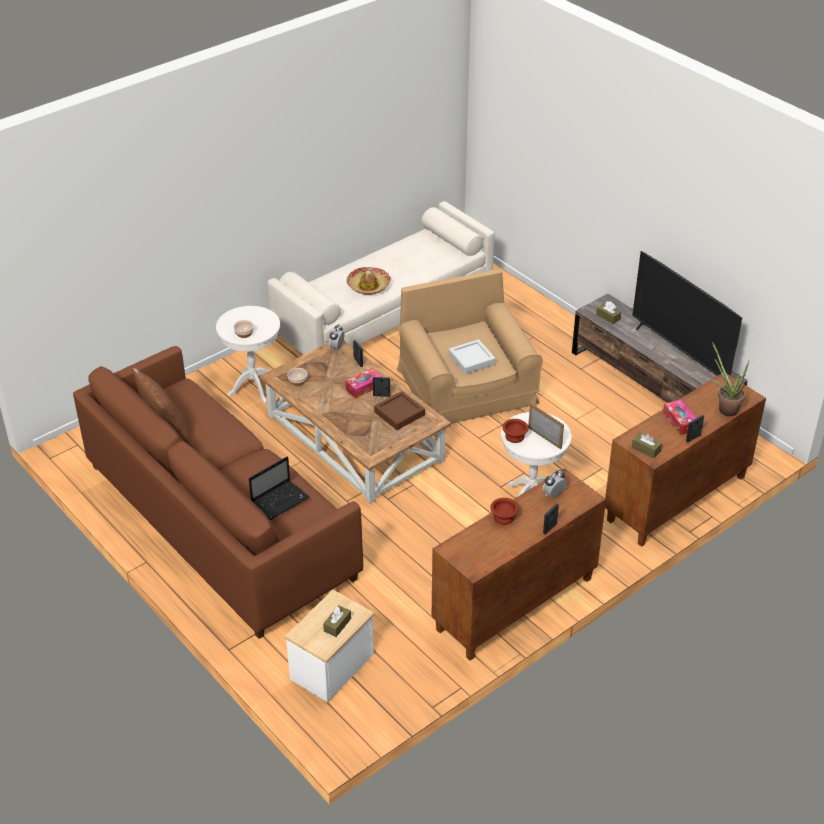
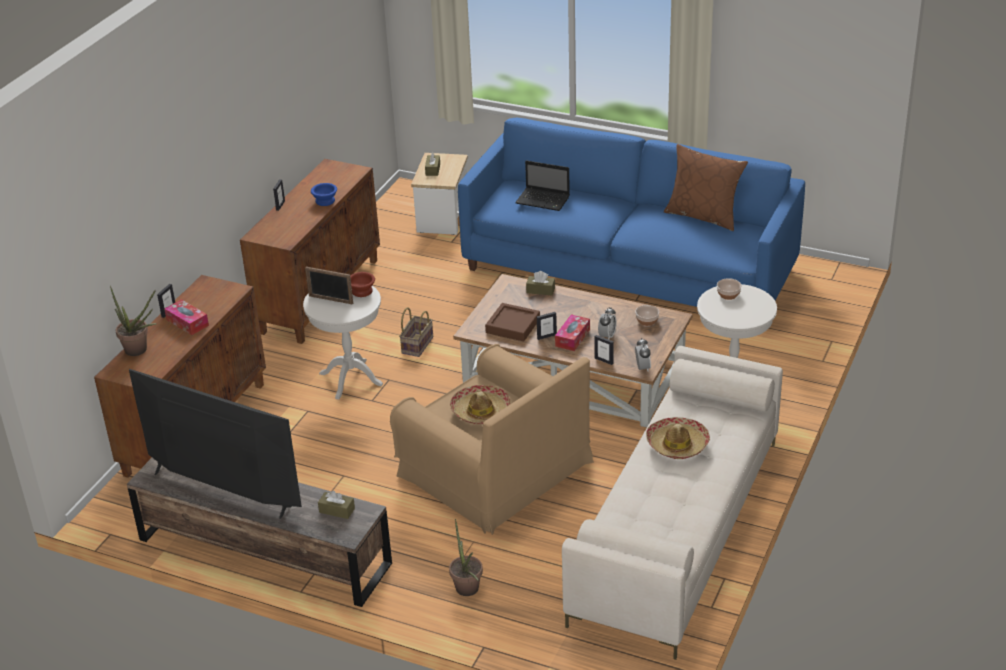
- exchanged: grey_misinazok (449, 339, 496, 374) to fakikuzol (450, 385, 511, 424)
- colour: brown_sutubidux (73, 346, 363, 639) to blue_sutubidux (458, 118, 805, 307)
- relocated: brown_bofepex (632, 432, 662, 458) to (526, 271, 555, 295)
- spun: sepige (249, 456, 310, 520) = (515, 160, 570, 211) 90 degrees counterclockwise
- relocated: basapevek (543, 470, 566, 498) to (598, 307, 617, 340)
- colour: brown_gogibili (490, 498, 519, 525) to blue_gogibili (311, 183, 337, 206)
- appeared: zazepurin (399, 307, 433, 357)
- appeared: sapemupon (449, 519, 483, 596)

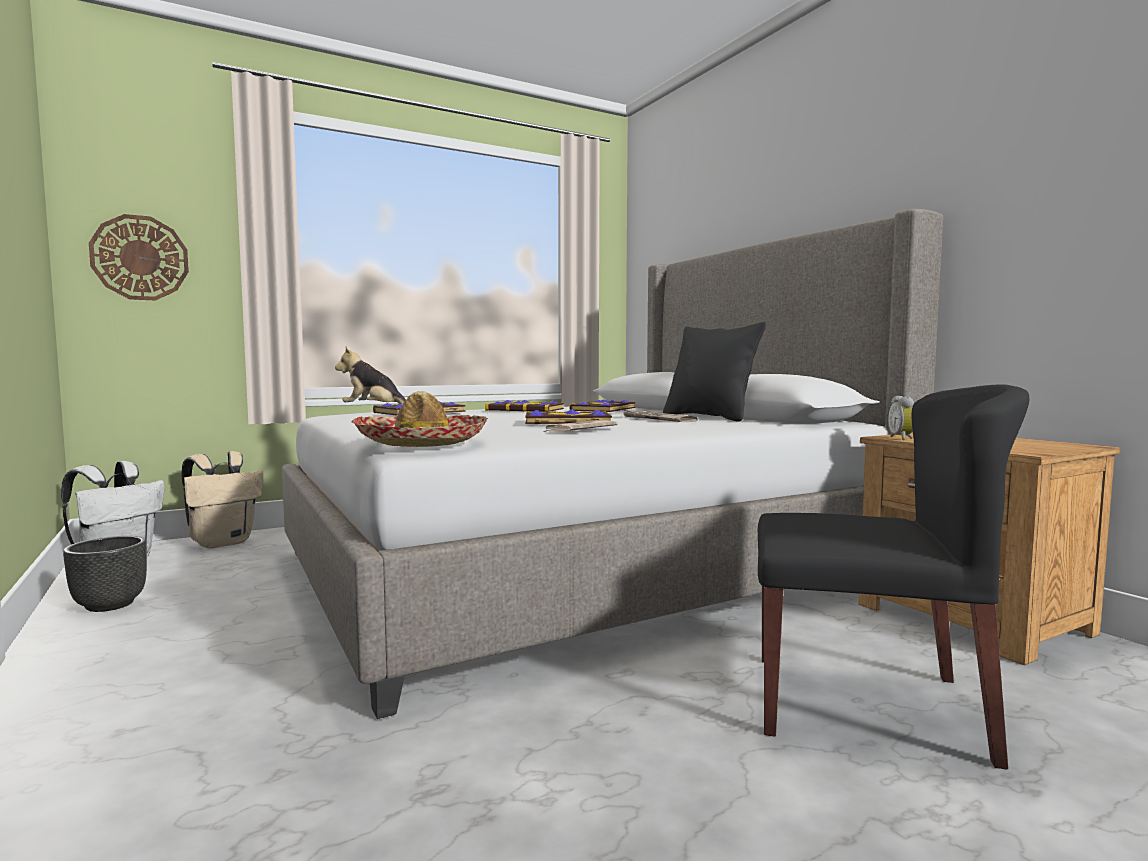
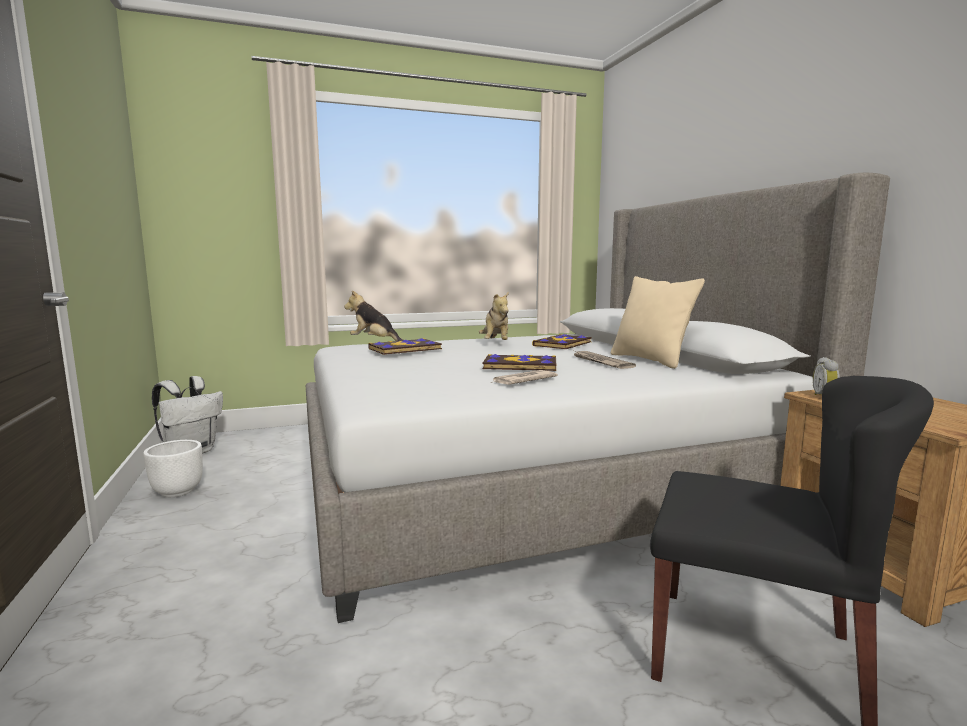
- missing: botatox (89, 214, 189, 300)
- colour: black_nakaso (663, 322, 766, 422) to beige_nakaso (611, 276, 705, 369)
- missing: fakikuzol (352, 391, 488, 447)
- exchanged: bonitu (485, 400, 564, 412) to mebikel (479, 292, 509, 340)
- missing: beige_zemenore (182, 451, 263, 549)
- colour: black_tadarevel (63, 536, 147, 612) to white_tadarevel (143, 440, 203, 497)

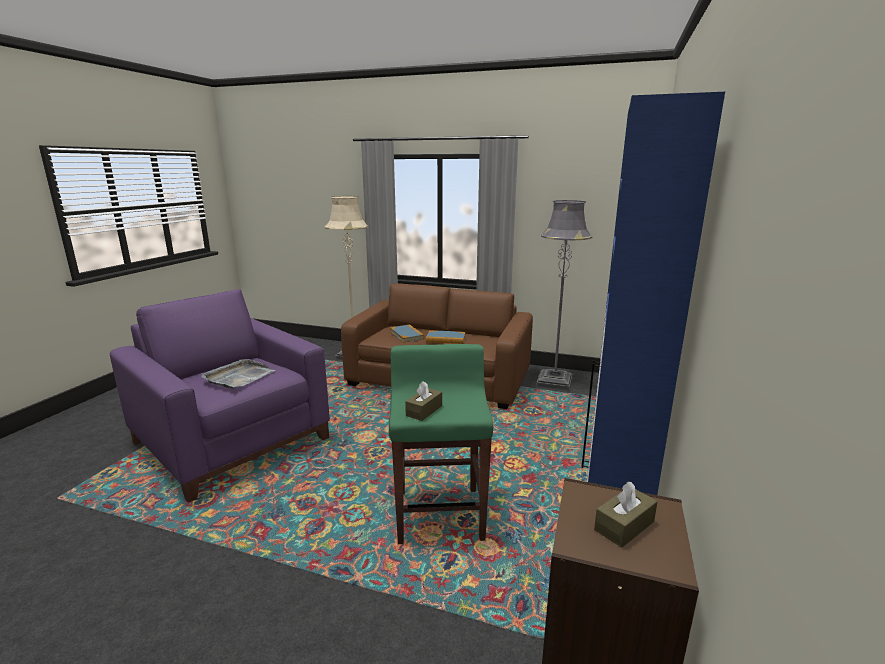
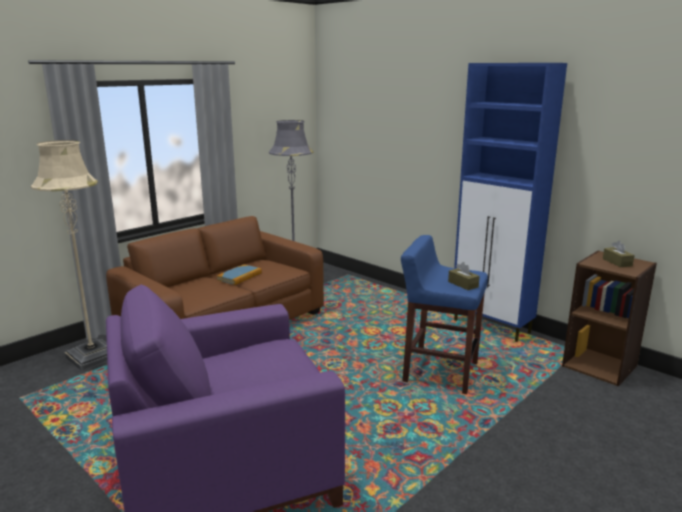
- missing: bonitu (390, 325, 424, 343)
- colour: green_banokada (389, 344, 493, 544) to blue_banokada (401, 235, 488, 394)
- missing: grey_misinazok (201, 359, 275, 389)

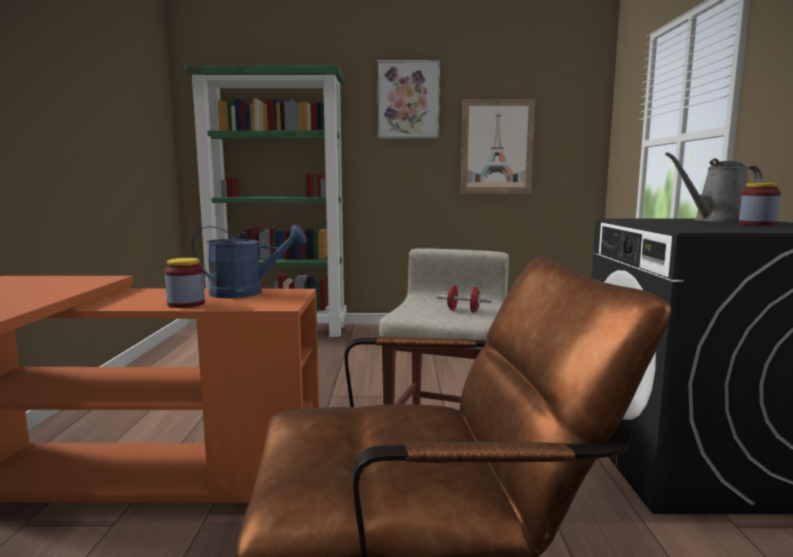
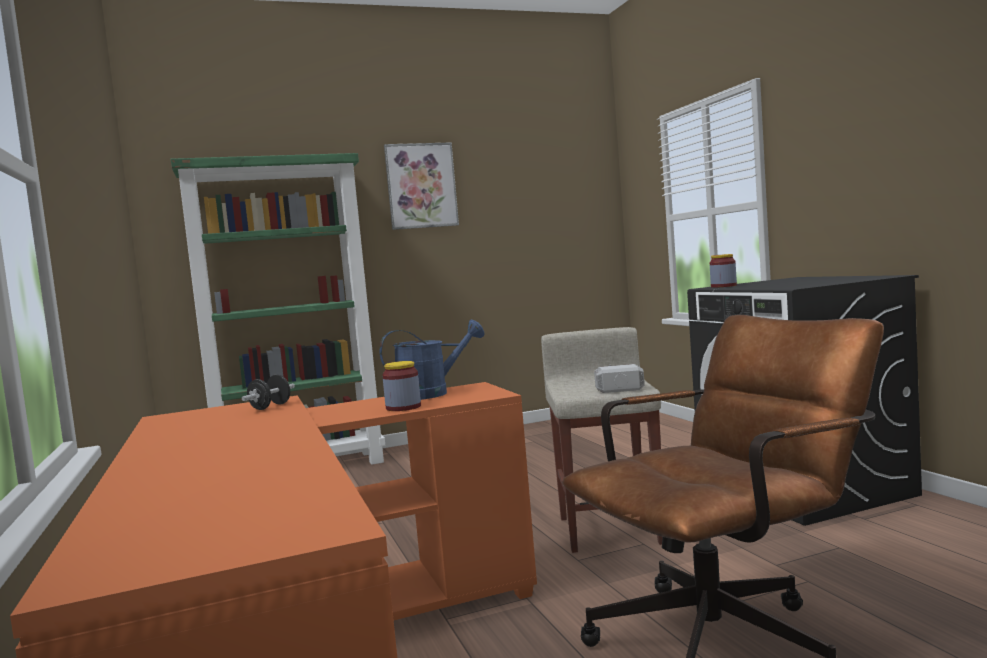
- missing: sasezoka (461, 99, 535, 193)
- missing: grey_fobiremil (665, 152, 762, 222)
- relocated: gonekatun (739, 183, 781, 226) to (710, 254, 737, 288)
- exchanged: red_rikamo (436, 285, 492, 313) to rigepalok (594, 364, 645, 393)
- appeared: black_rikamo (242, 375, 295, 410)

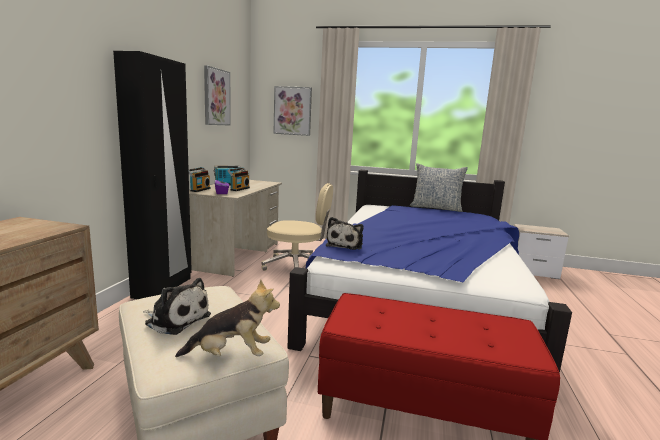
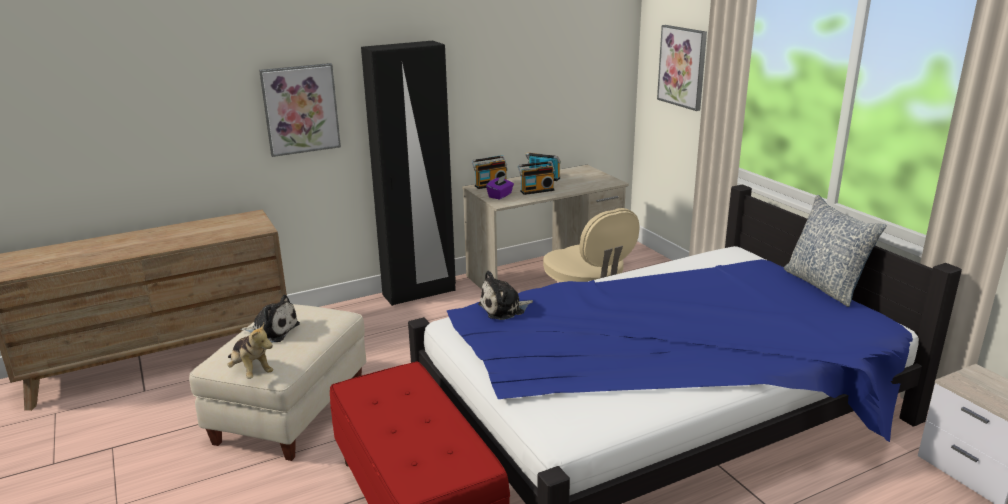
- relocated: sasezoka (204, 65, 231, 126) to (259, 63, 341, 157)
- spun: mebikel (143, 278, 211, 335) = (240, 295, 300, 342) 60 degrees counterclockwise

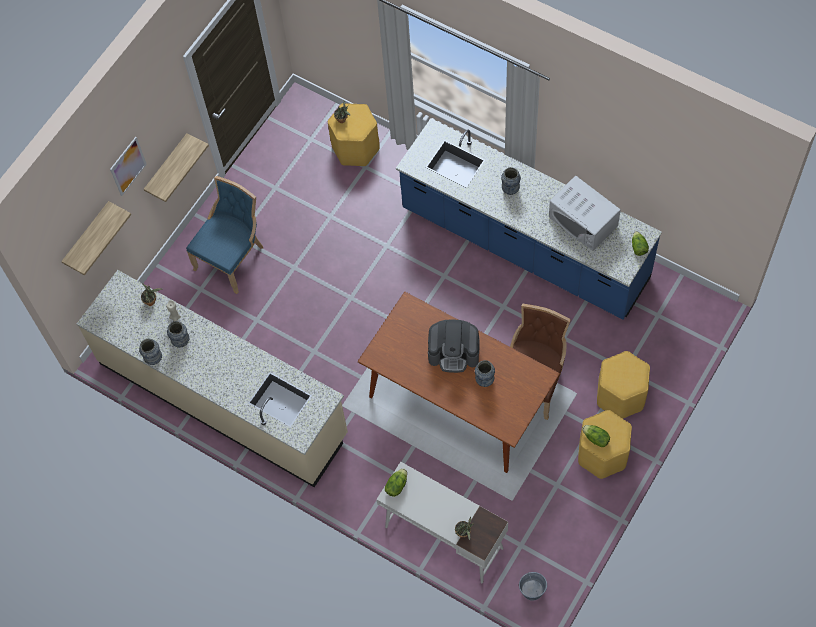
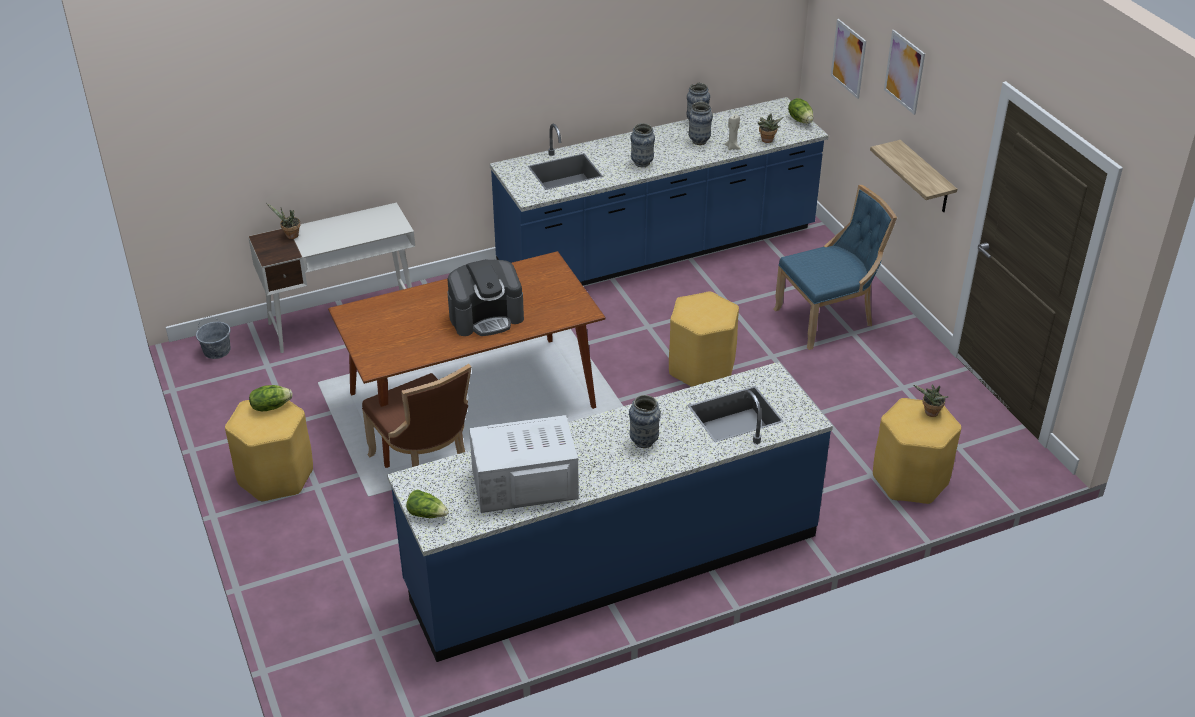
- spun: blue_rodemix (186, 176, 263, 294) = (774, 185, 897, 350) 90 degrees counterclockwise
- exchanged: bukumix (61, 201, 131, 275) to sasezoka (831, 19, 866, 99)
- colour: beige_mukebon (77, 270, 348, 487) to blue_mukebon (490, 97, 829, 286)
- spun: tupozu (428, 319, 479, 373) = (447, 259, 524, 336) 150 degrees counterclockwise
- relocated: yellow_banokada (597, 351, 650, 419) to (669, 292, 739, 387)
- relocated: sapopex (475, 360, 495, 387) to (630, 123, 655, 167)
- relocated: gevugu (385, 468, 407, 497) to (788, 98, 814, 124)

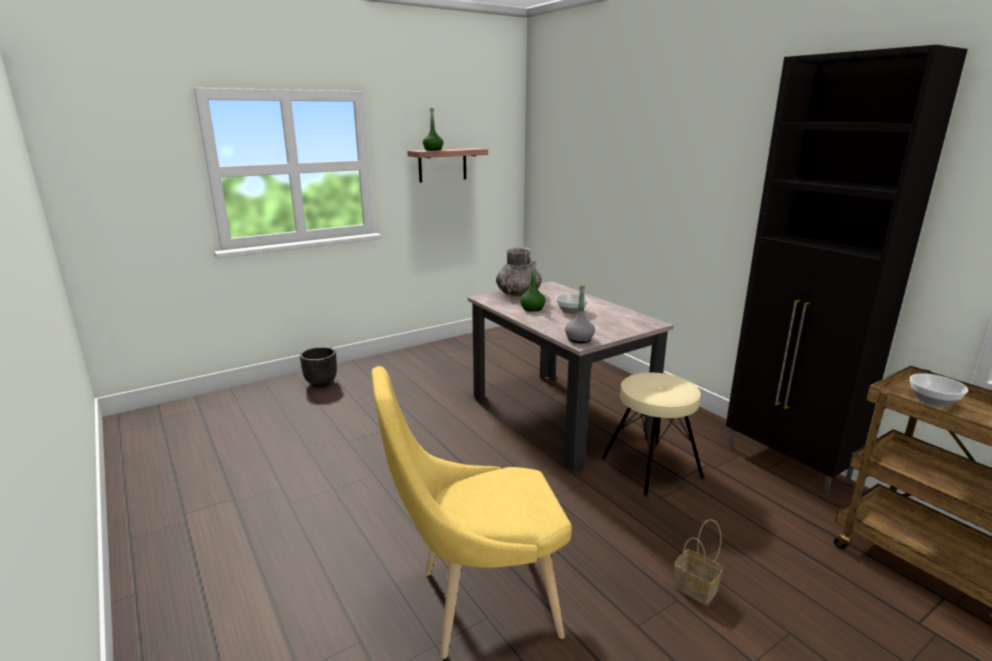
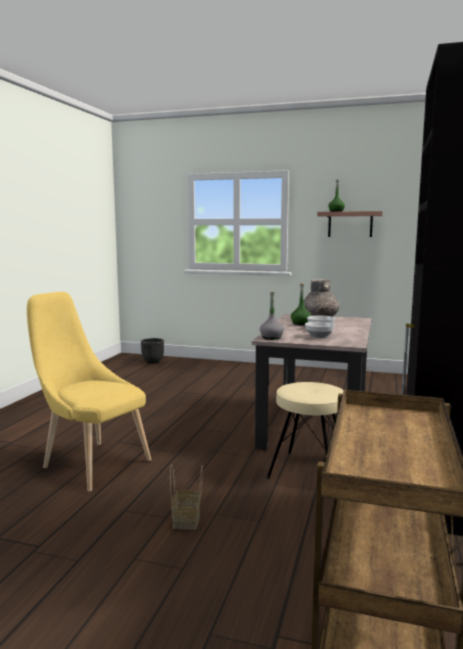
- relocated: black_tadarevel (300, 347, 337, 387) to (141, 338, 164, 364)
- relocated: gogibili (910, 373, 968, 407) to (305, 322, 335, 338)

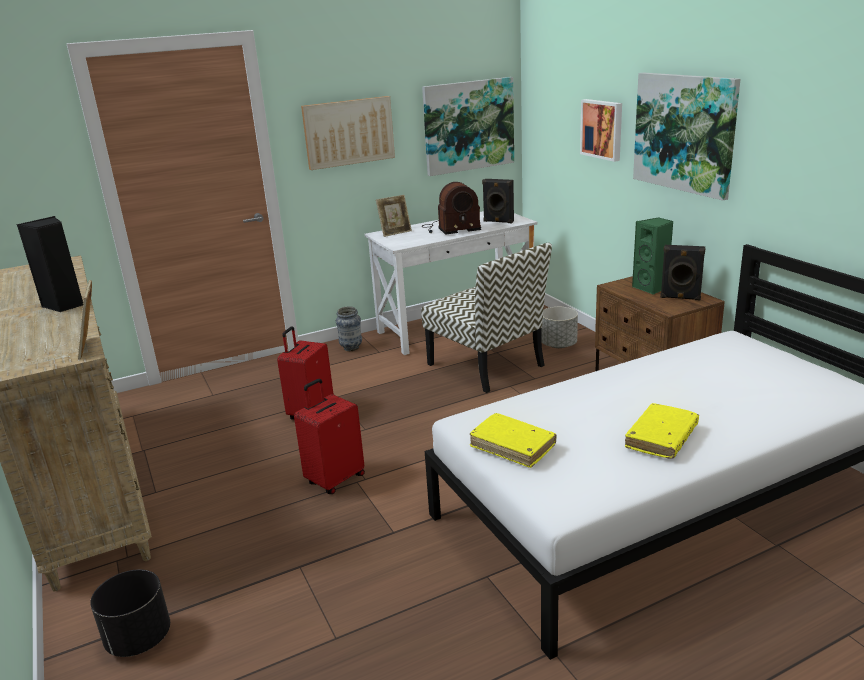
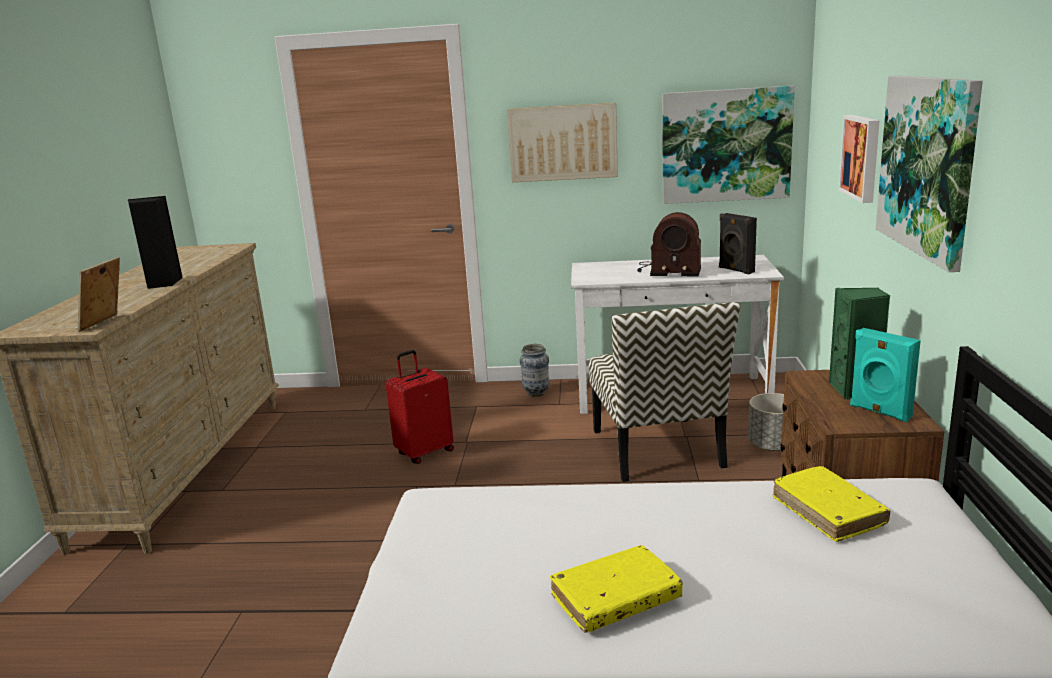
- missing: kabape (376, 195, 412, 237)
- colour: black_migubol (660, 245, 706, 301) to turquoise_migubol (850, 328, 921, 422)
- missing: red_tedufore (294, 379, 365, 494)
- relocated: yellow_bonitu (470, 413, 557, 468) to (773, 466, 890, 542)
- missing: black_tadarevel (90, 569, 170, 657)

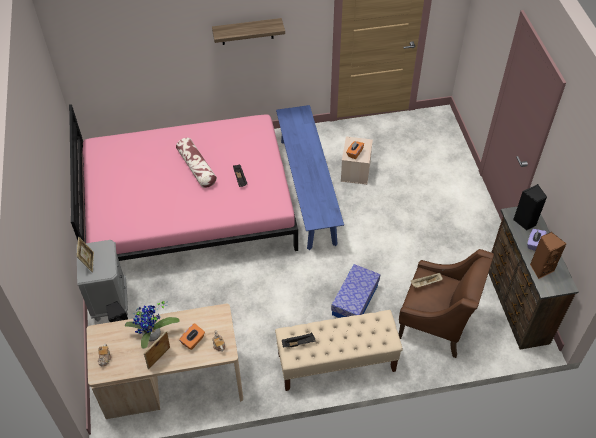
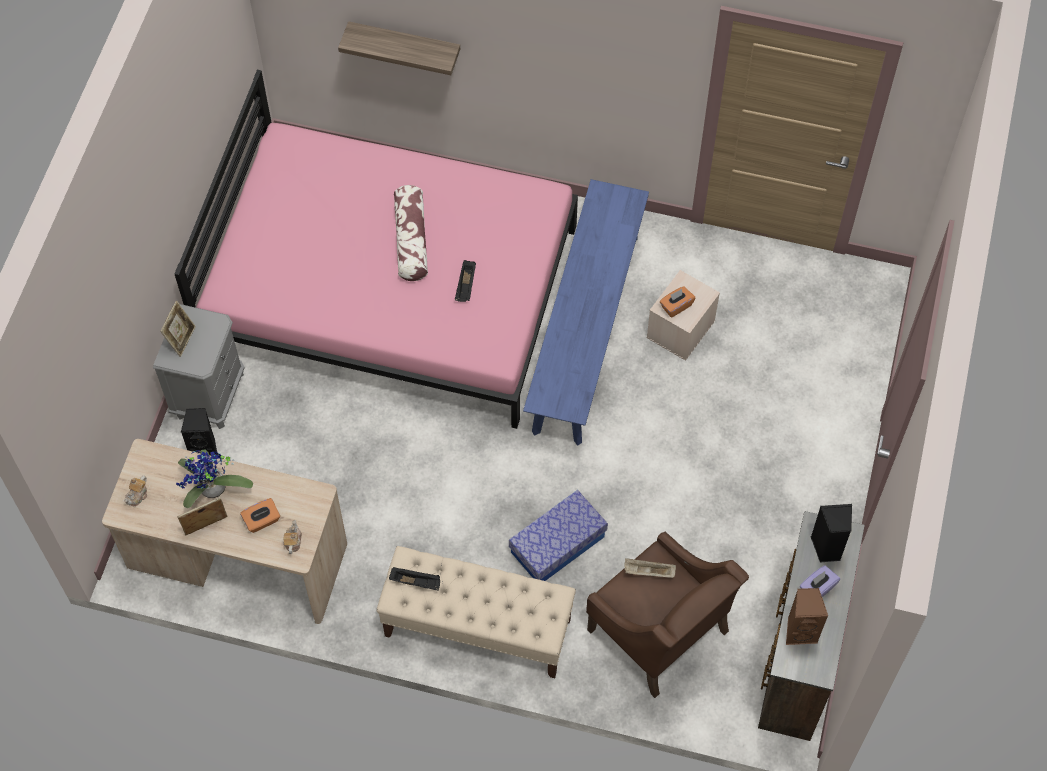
- relocated: bukumix (212, 18, 285, 45) to (338, 21, 460, 75)

